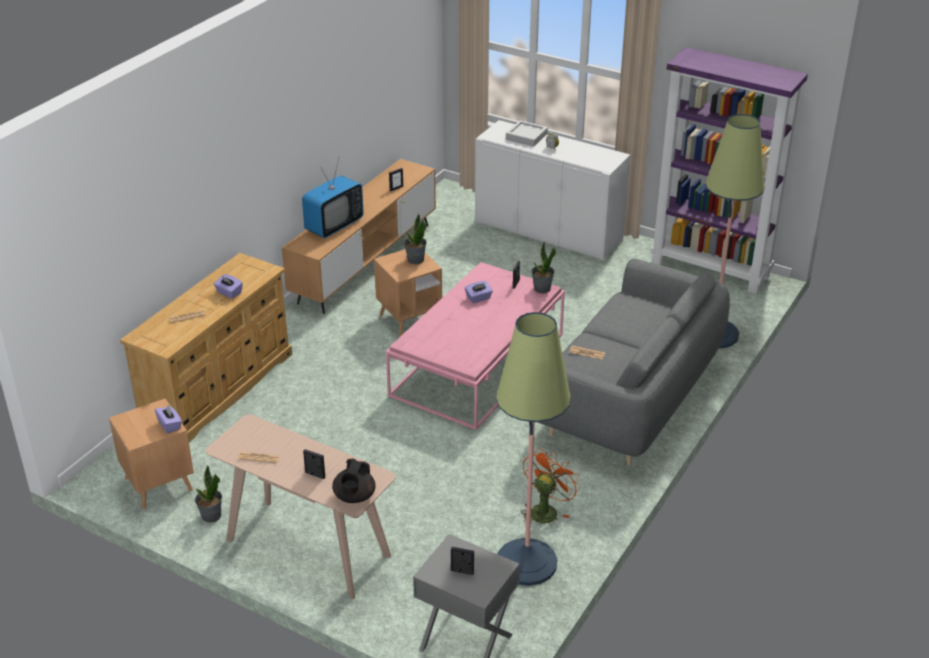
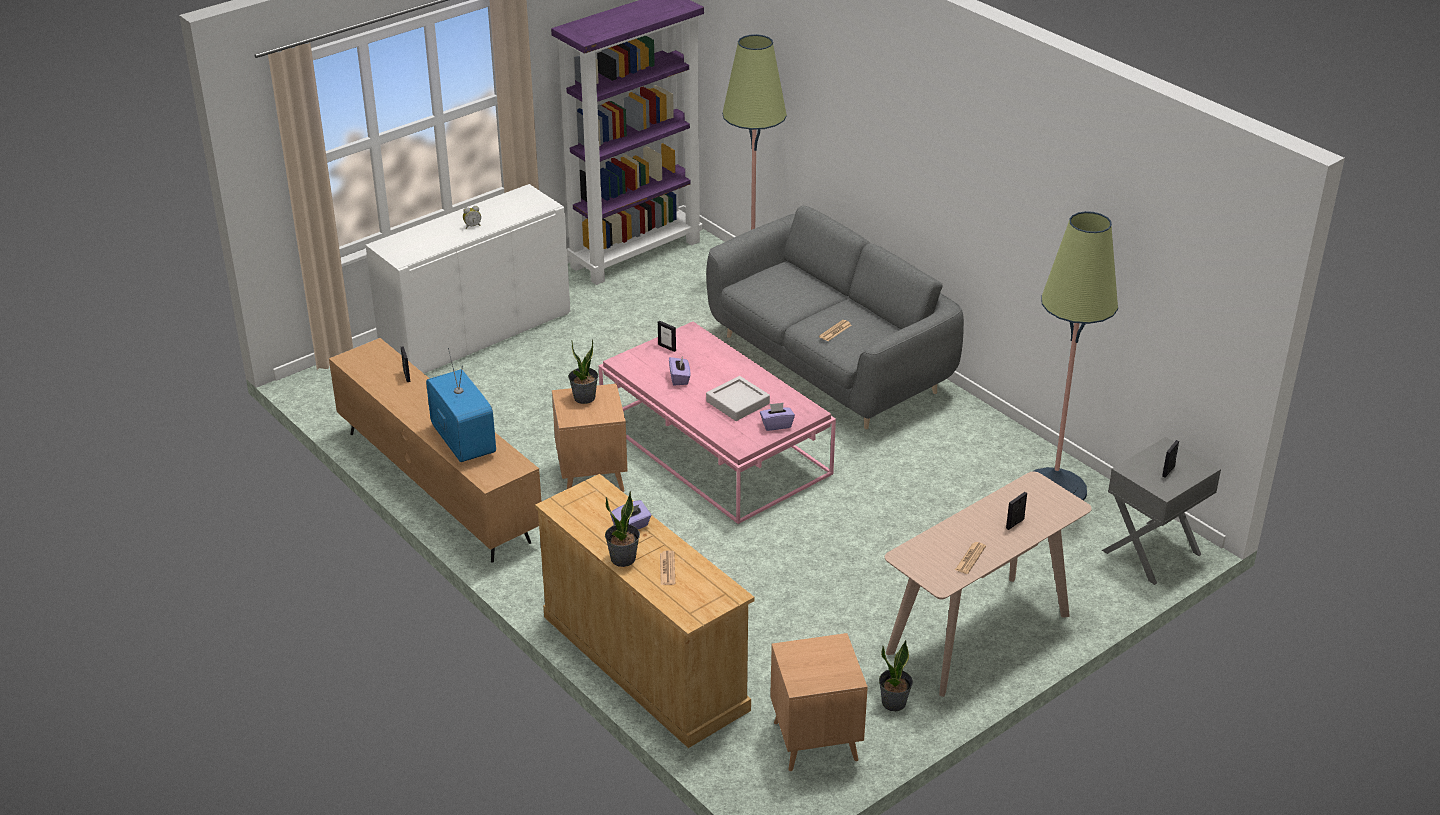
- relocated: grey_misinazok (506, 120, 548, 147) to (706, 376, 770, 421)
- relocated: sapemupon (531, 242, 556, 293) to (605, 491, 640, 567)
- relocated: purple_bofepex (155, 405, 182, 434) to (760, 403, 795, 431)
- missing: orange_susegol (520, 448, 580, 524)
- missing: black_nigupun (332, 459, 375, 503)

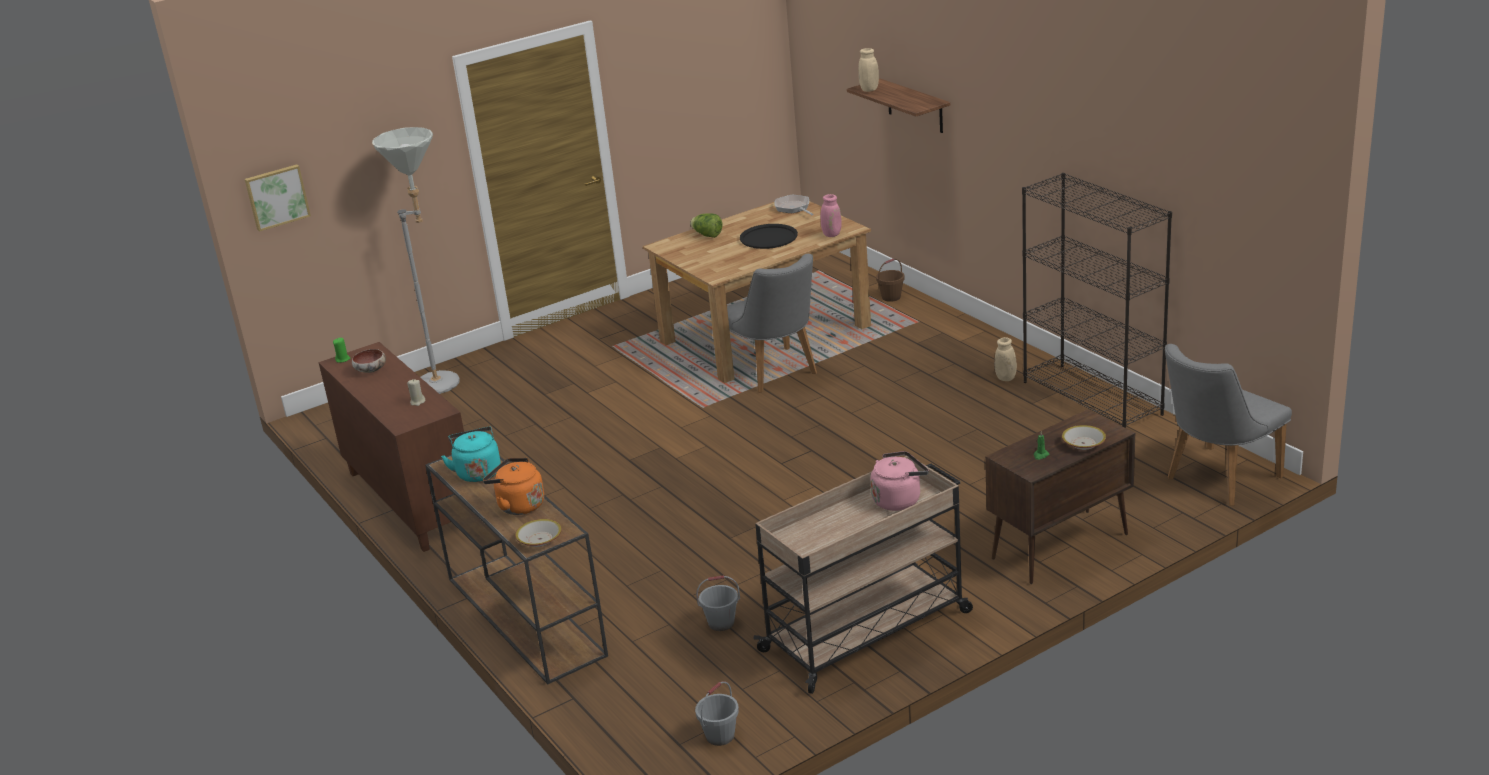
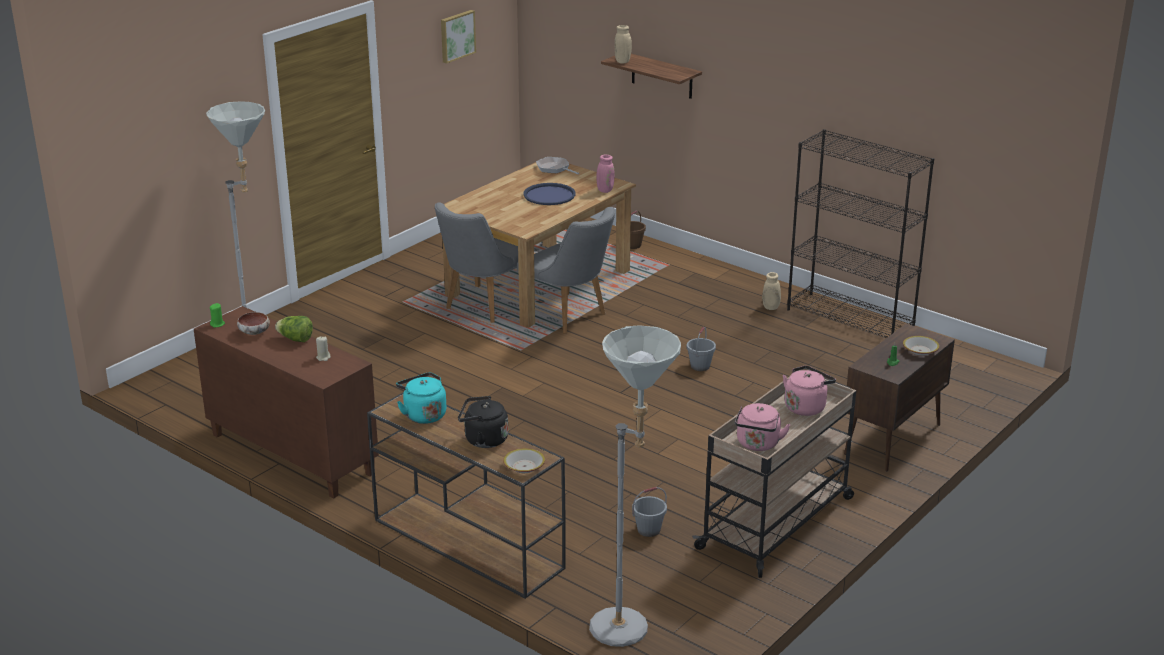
- relocated: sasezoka (245, 165, 311, 232) to (441, 10, 476, 63)
- relocated: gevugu (690, 213, 722, 238) to (275, 316, 313, 342)
- colour: black_misinazok (740, 224, 798, 249) to blue_misinazok (523, 183, 576, 205)
- relocated: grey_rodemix (1165, 344, 1292, 506) to (435, 202, 518, 323)
- colour: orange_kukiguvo (483, 458, 544, 515) to black_kukiguvo (458, 396, 508, 448)
- relocated: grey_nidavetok (695, 681, 739, 746) to (687, 327, 716, 371)
- appeared: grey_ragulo (589, 325, 681, 647)
- appeared: pink_kukiguvo (735, 403, 791, 451)

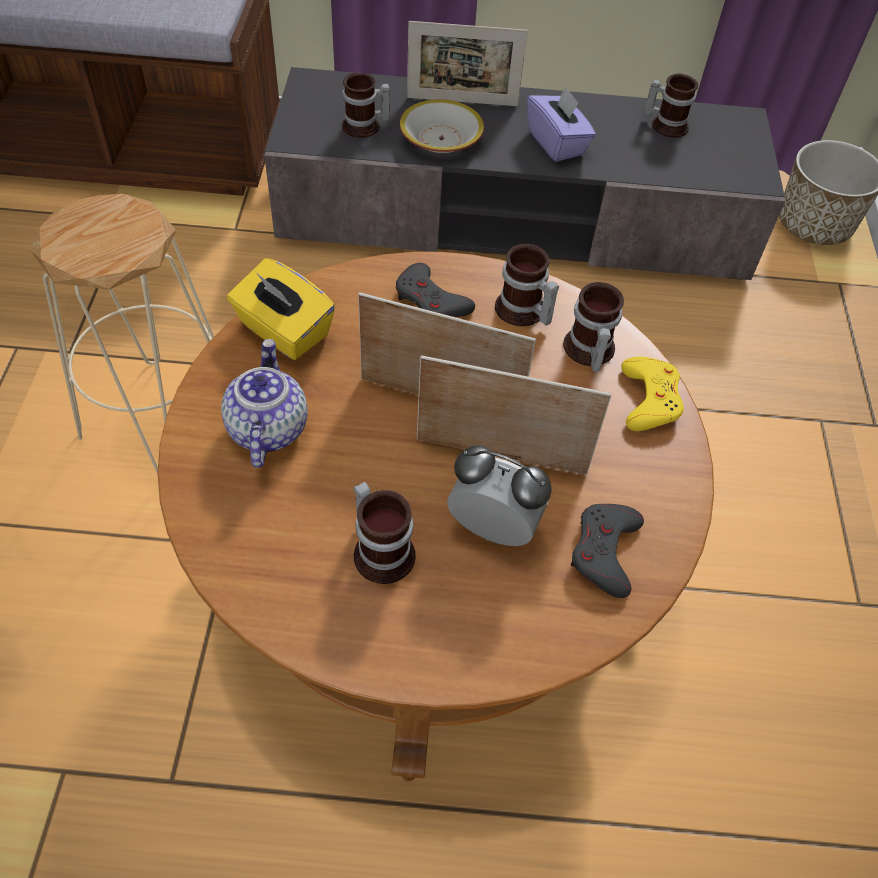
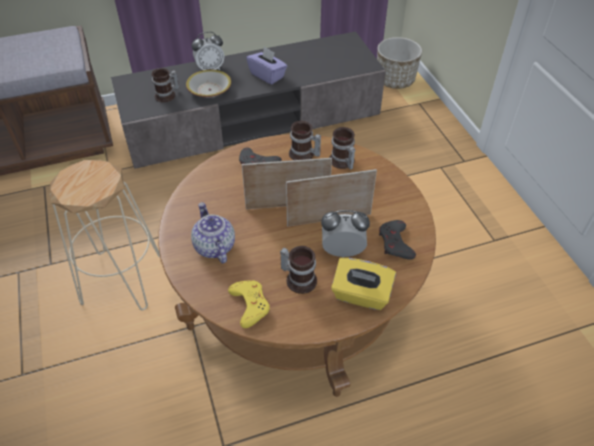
- exchanged: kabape (407, 21, 528, 106) to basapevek (192, 32, 224, 70)
- missing: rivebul (644, 74, 698, 137)
- relocated: yellow_bofepex (227, 258, 335, 360) to (331, 258, 396, 310)
- relocated: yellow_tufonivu (621, 357, 684, 431) to (228, 280, 270, 328)

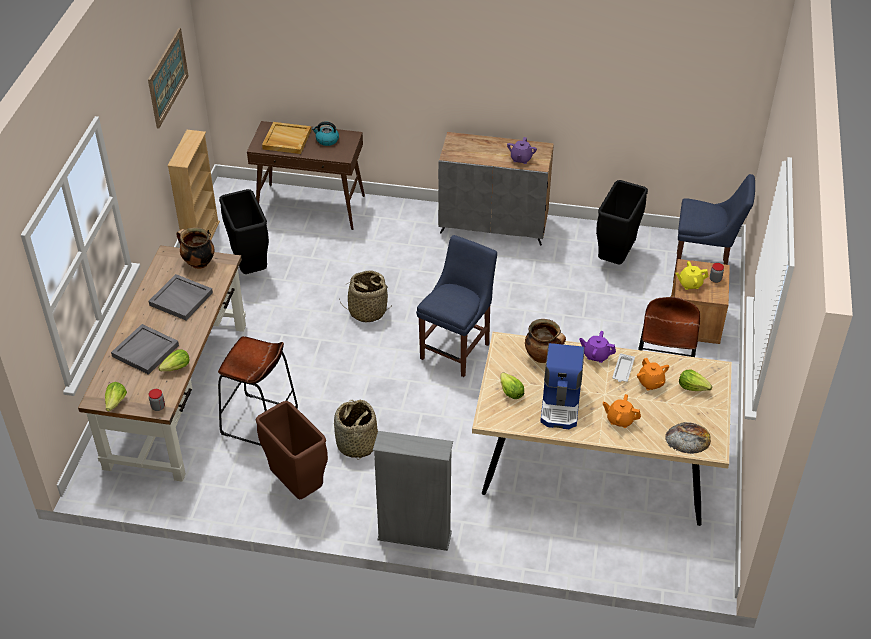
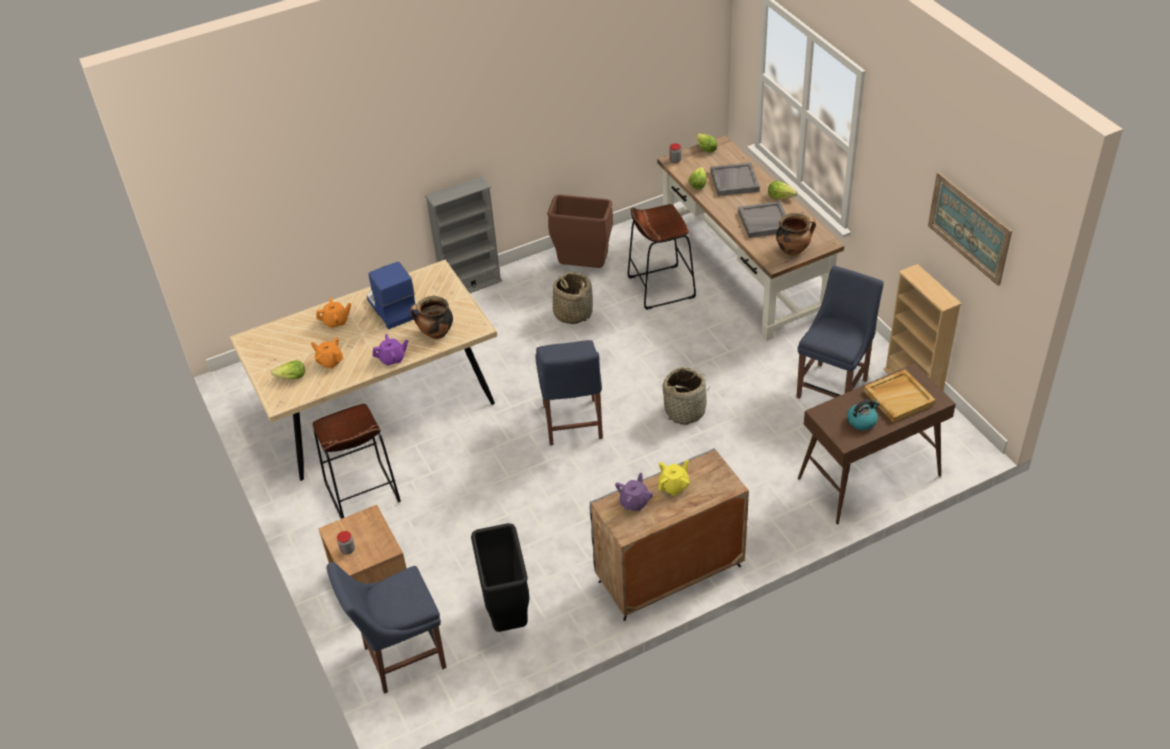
- spun: purple_nigupun (507, 137, 537, 164) = (615, 473, 653, 511) 45 degrees clockwise
- exchanged: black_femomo (219, 189, 269, 274) to blue_rodemix (796, 266, 884, 399)
- relocated: yellow_nigupun (676, 261, 708, 290) to (658, 460, 689, 496)
- missing: white_misinazok (612, 353, 635, 382)
- relocated: gevugu (500, 373, 524, 399) to (768, 181, 797, 199)
- missing: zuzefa (665, 422, 711, 454)

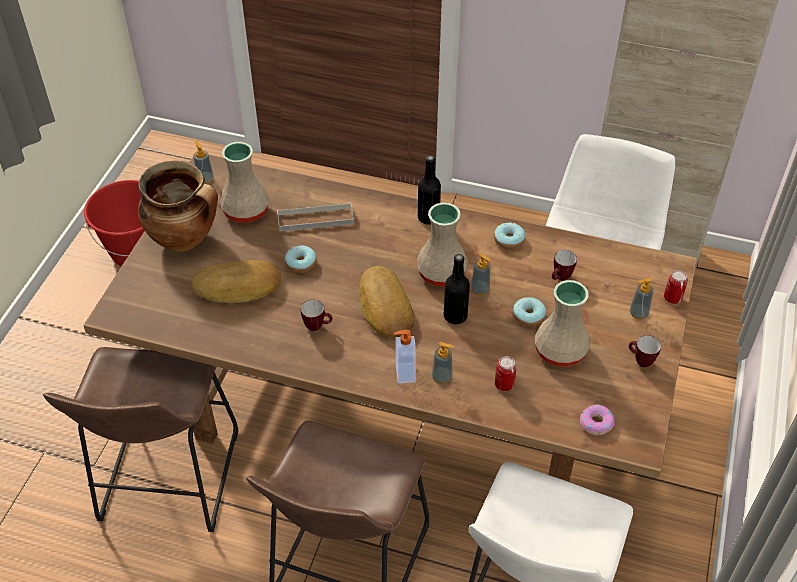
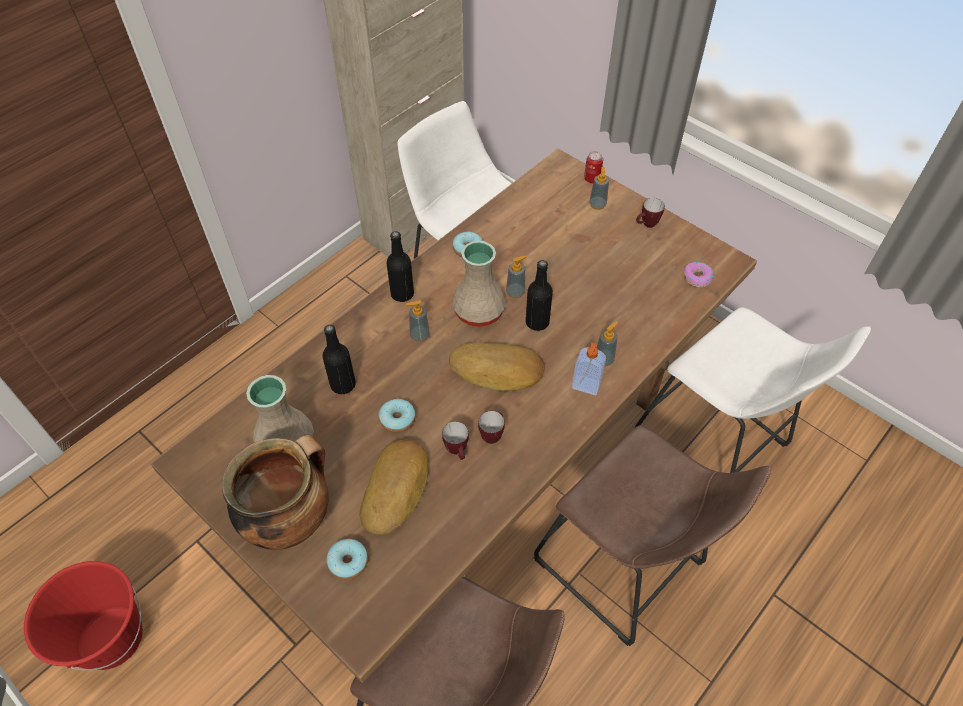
- relocated: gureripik (193, 141, 214, 184) to (406, 300, 430, 342)
- exchanged: grey_misinazok (277, 203, 354, 232) to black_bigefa (322, 325, 356, 394)
- relocated: rivebul (552, 250, 577, 281) to (442, 421, 469, 460)
- missing: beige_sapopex (535, 280, 590, 367)
- relocated: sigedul (513, 297, 546, 327) to (327, 539, 368, 580)
- missing: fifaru (495, 356, 517, 391)

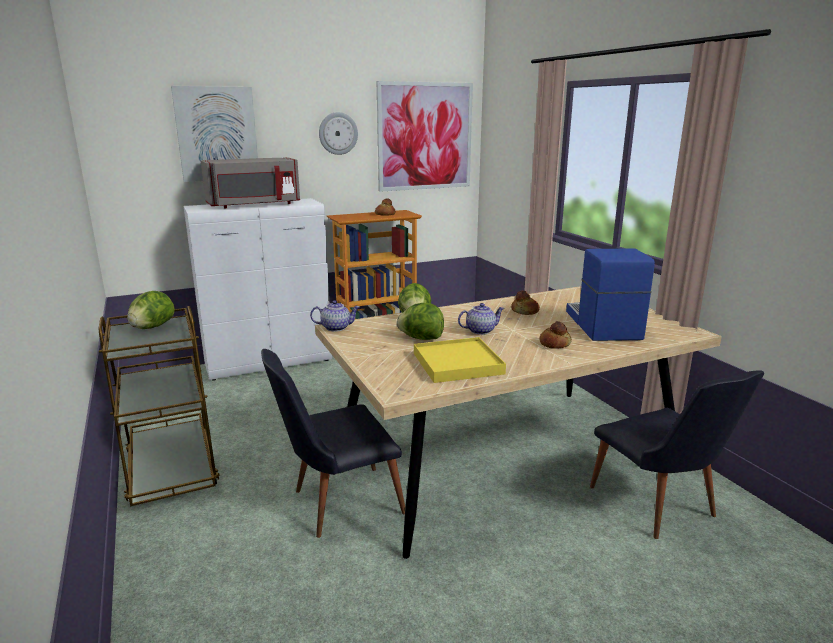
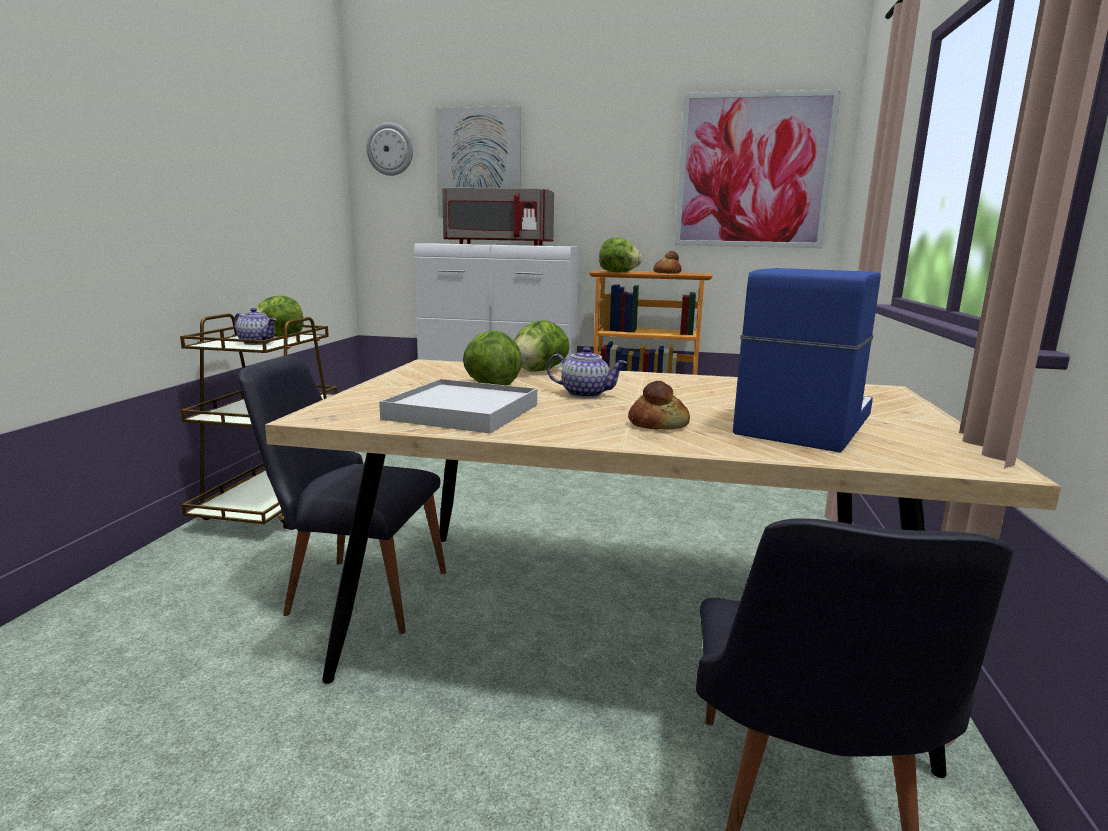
- relocated: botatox (319, 112, 358, 155) to (367, 122, 413, 176)
- missing: zuzefa (511, 291, 540, 315)
- relocated: nigupun (310, 300, 360, 332) to (234, 308, 276, 345)
- colour: yellow_misinazok (414, 337, 506, 383) to white_misinazok (379, 379, 537, 433)
- appeared: gevugu (599, 237, 642, 272)

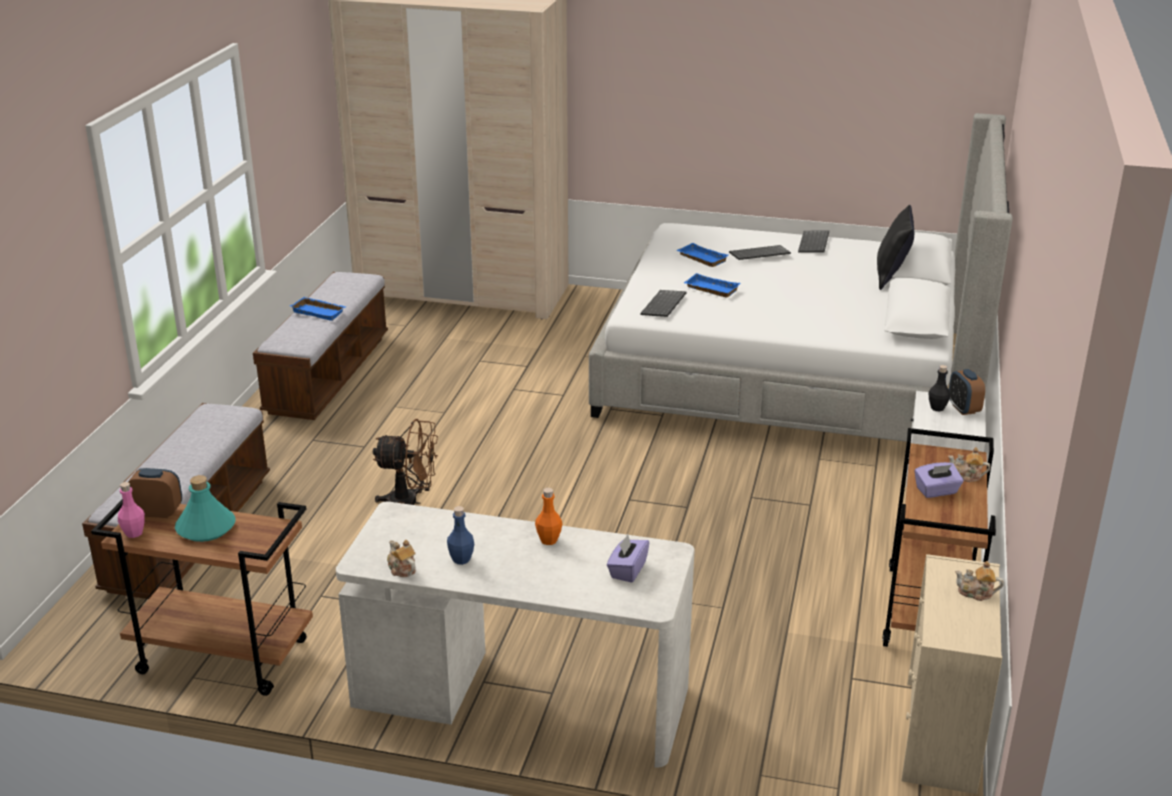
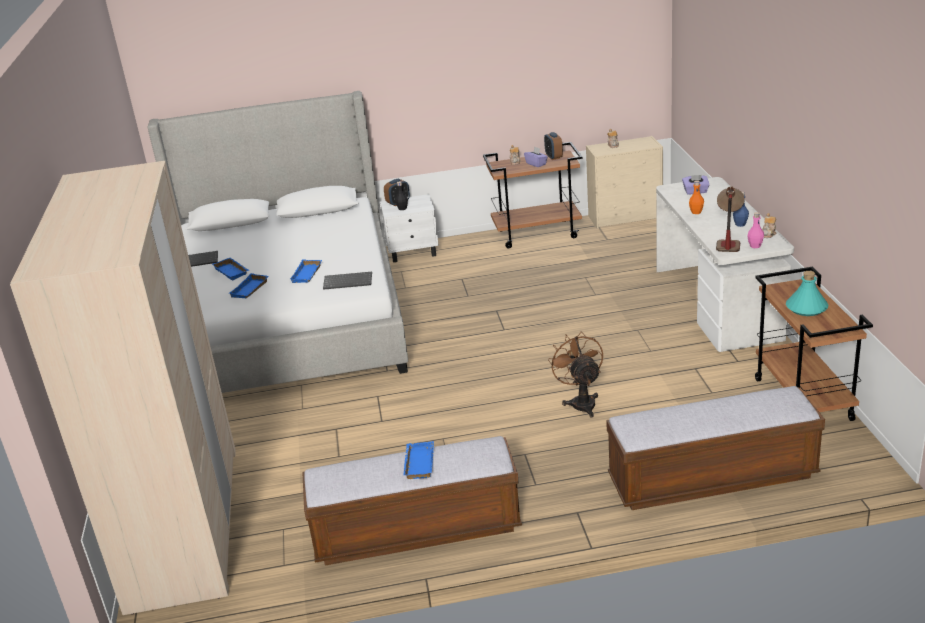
- missing: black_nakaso (877, 205, 914, 290)
- exchanged: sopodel (729, 245, 791, 260) to blue_misinazok (212, 258, 249, 281)
- relocated: basapevek (128, 468, 182, 518) to (544, 132, 563, 160)
- relocated: pink_bigefa (118, 482, 145, 538) to (748, 212, 764, 248)
- appeared: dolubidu (716, 186, 745, 252)

